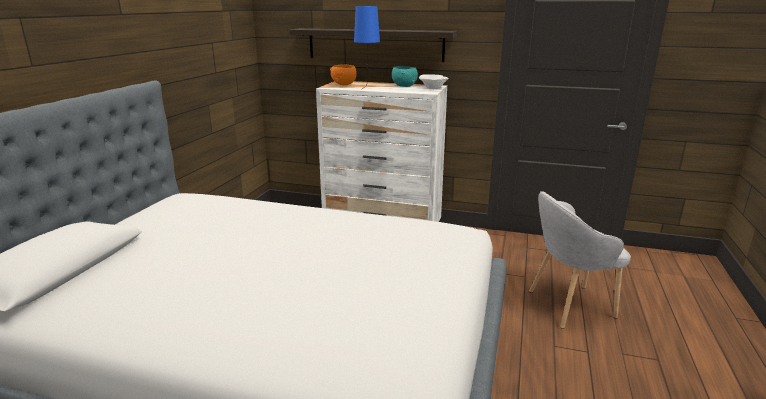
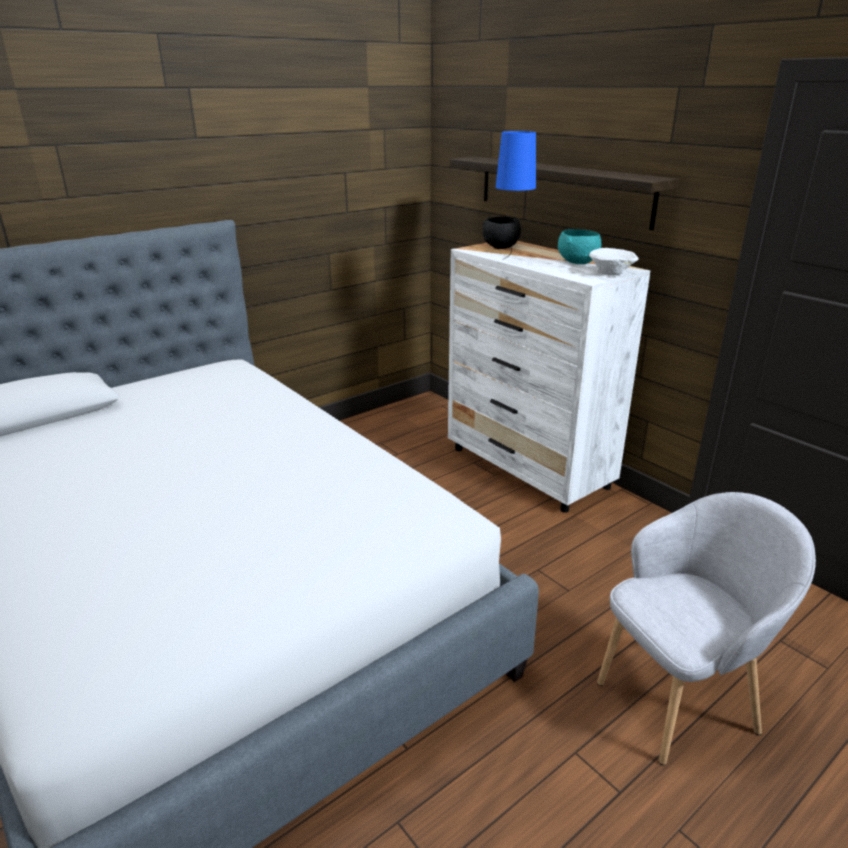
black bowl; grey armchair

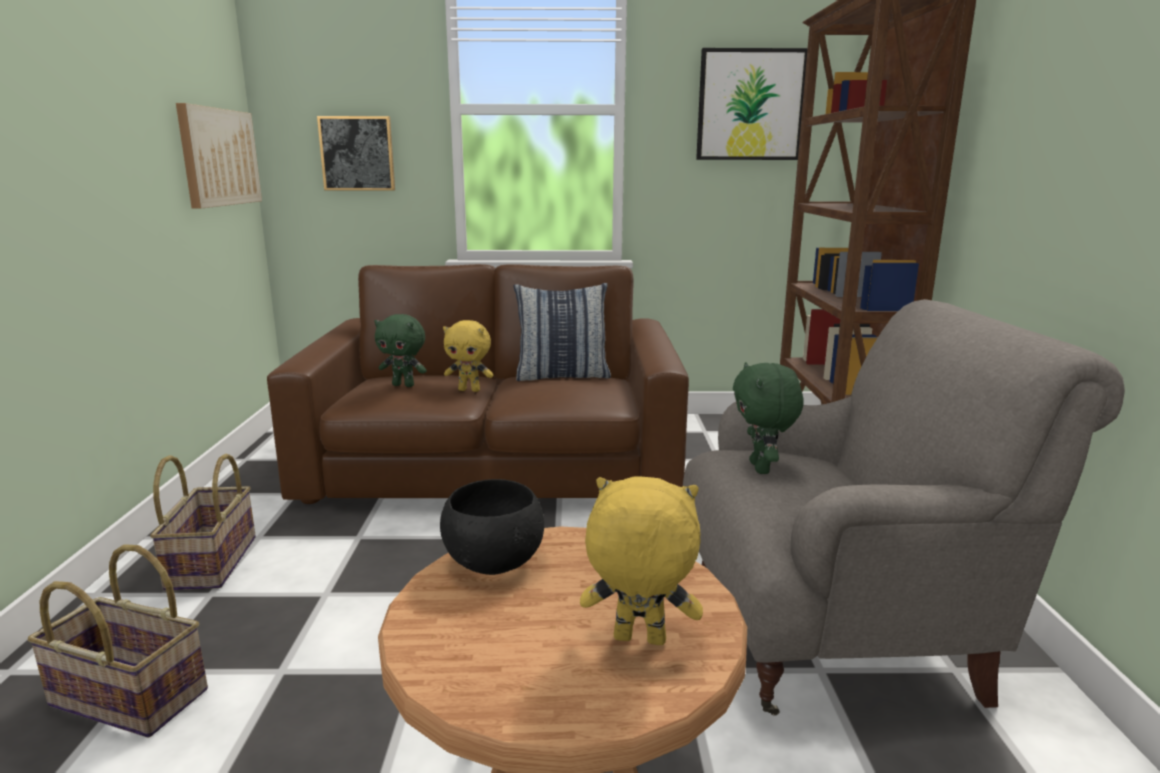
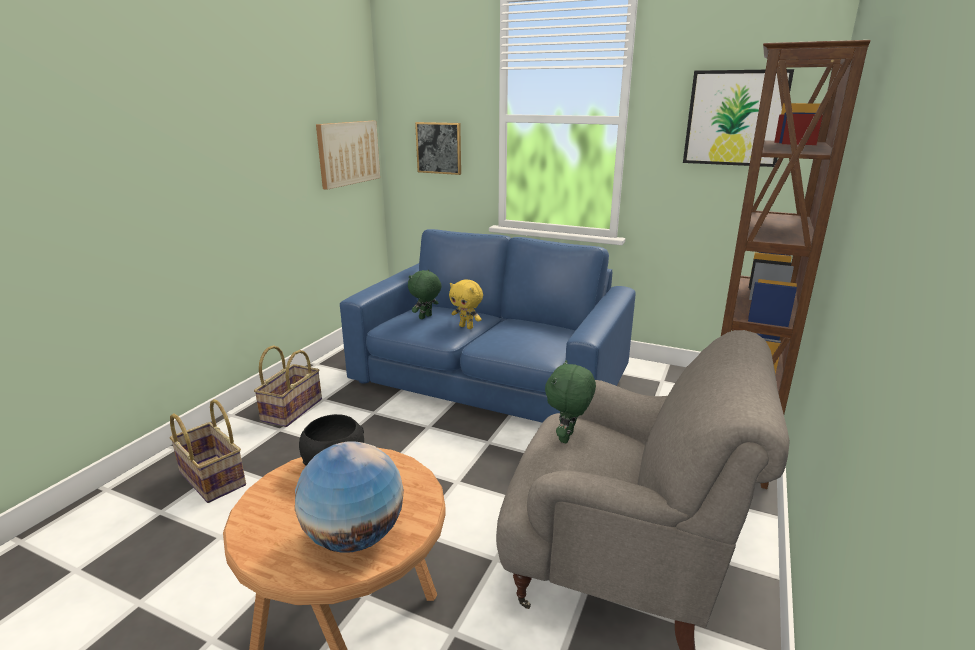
pillow; globe; blue sofa; green plush toy (1st from left)

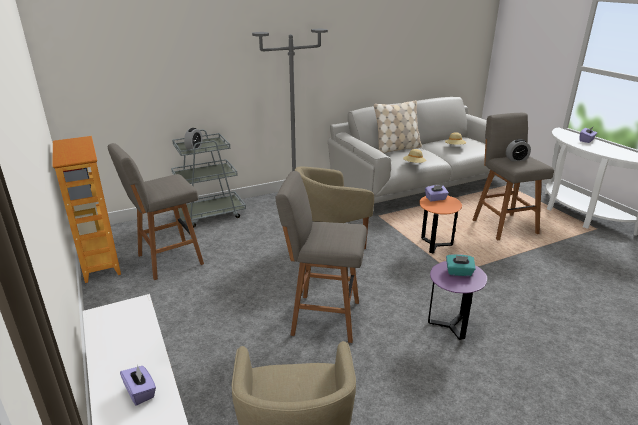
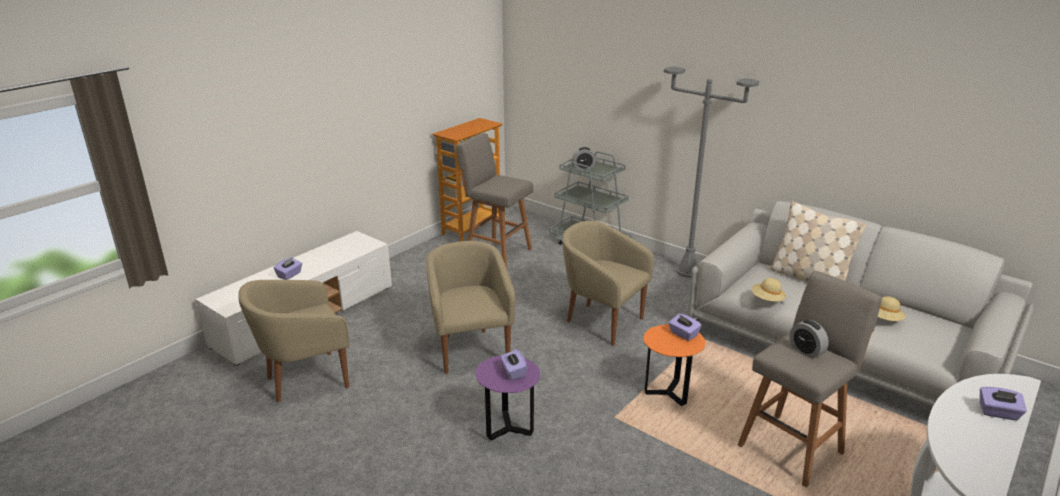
beige armchair (2nd from left); purple tissue box (2nd from left)

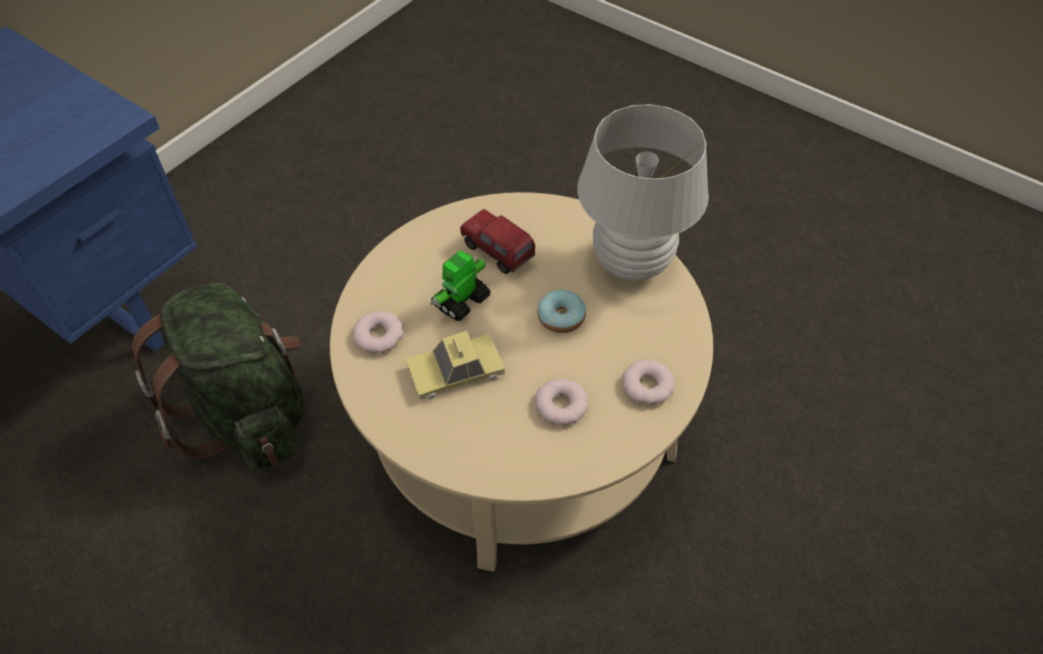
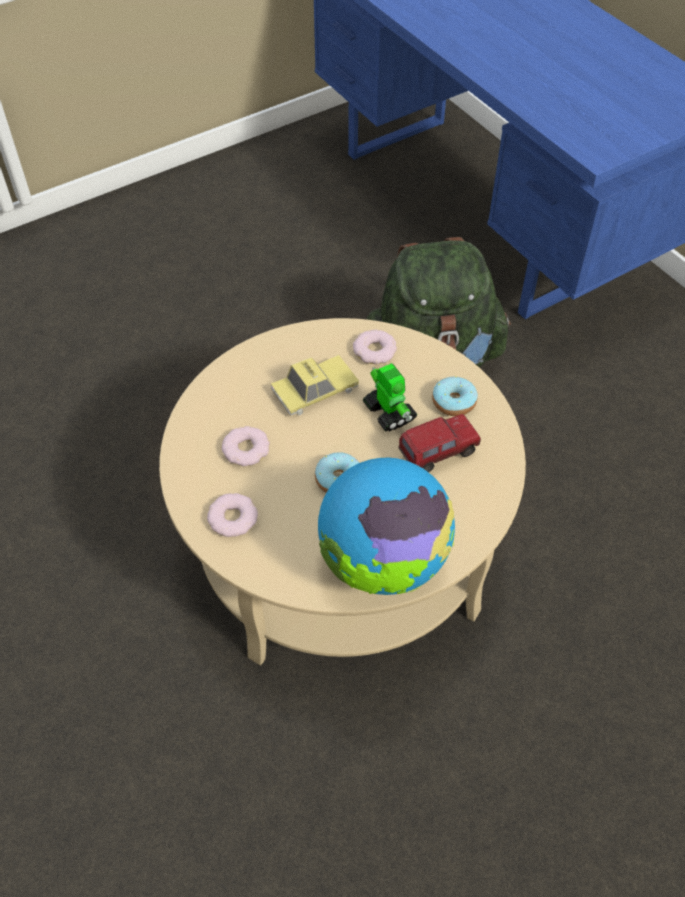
donut (5th from left); globe; toy car

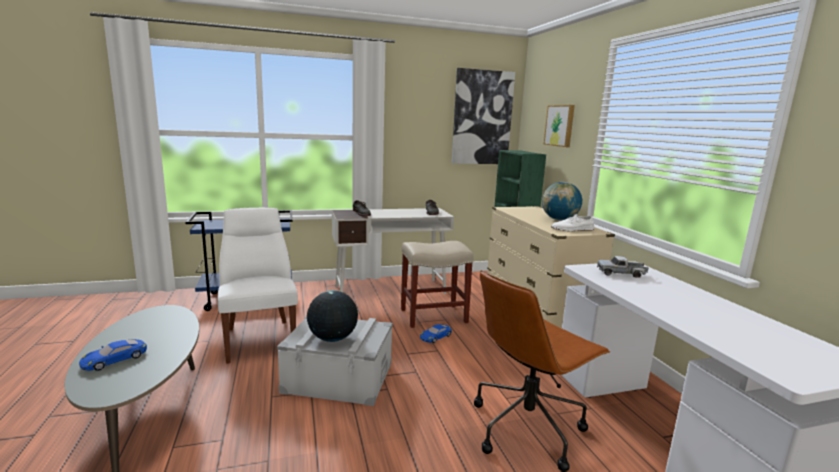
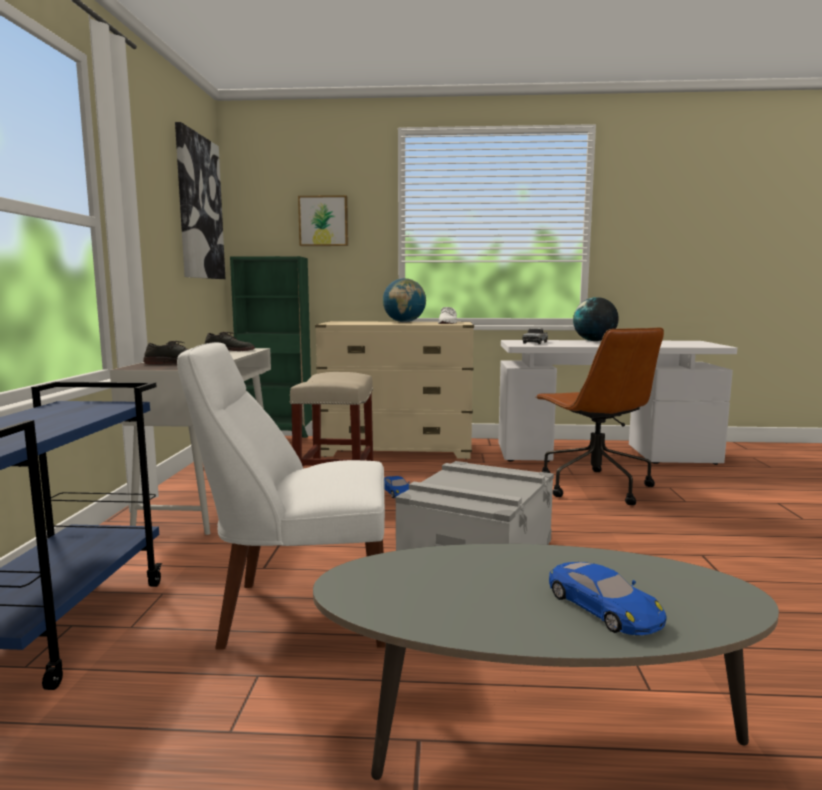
globe (2nd from left)

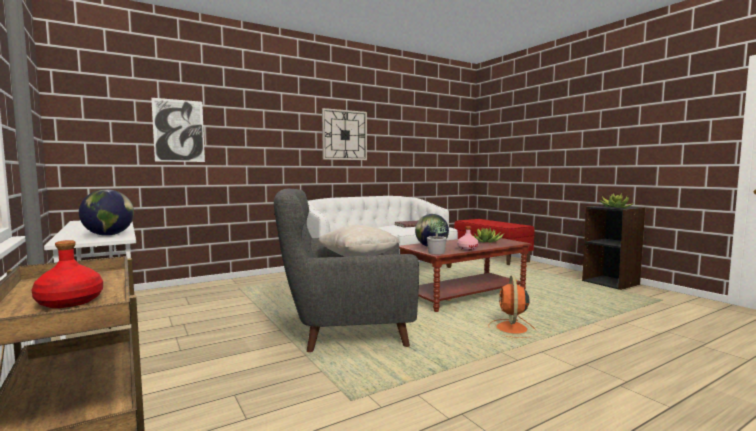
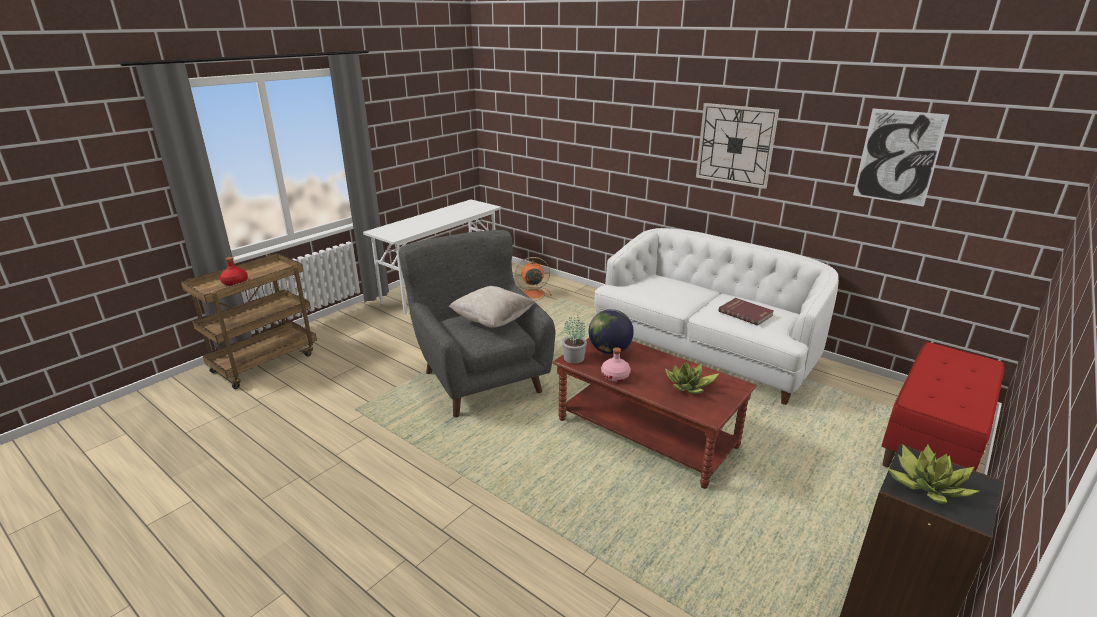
globe (1st from left in the first image); picture; orange fan

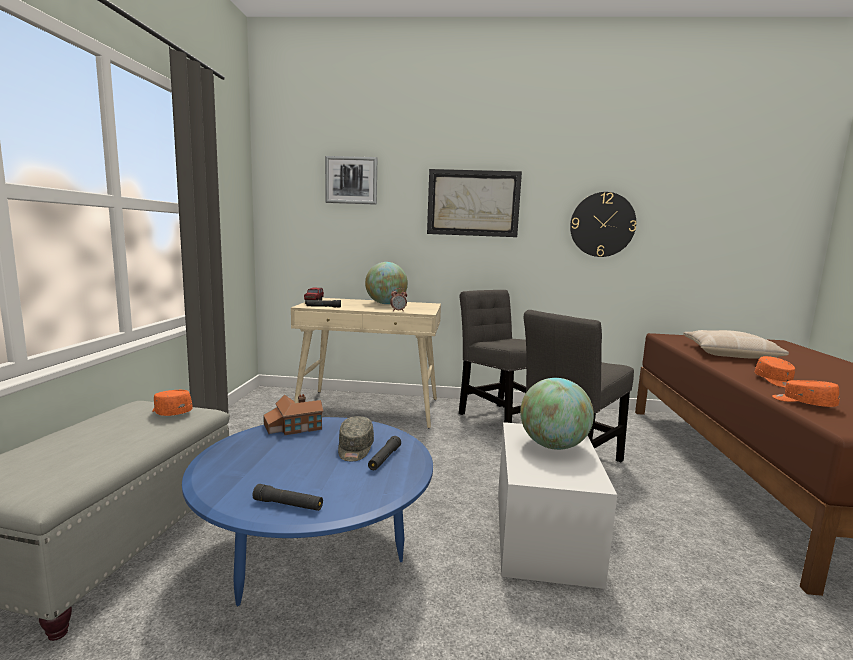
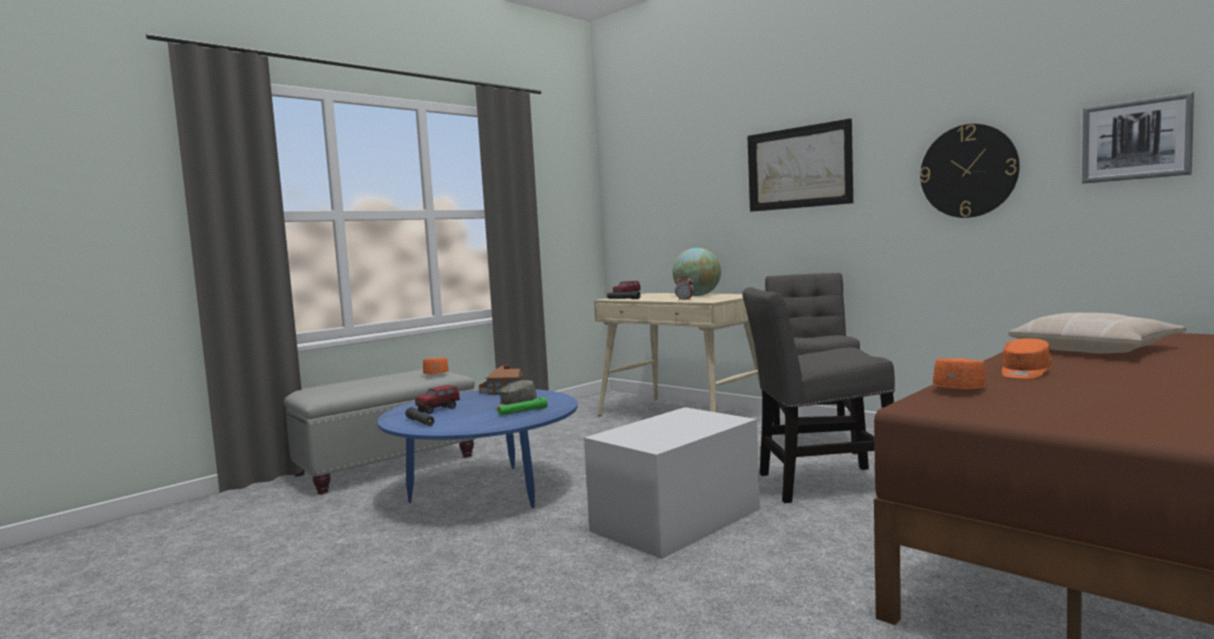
globe (2nd from left in the first image); toy truck (1st from left); picture (2nd from left); green flashlight; orange cap (2nd from left)

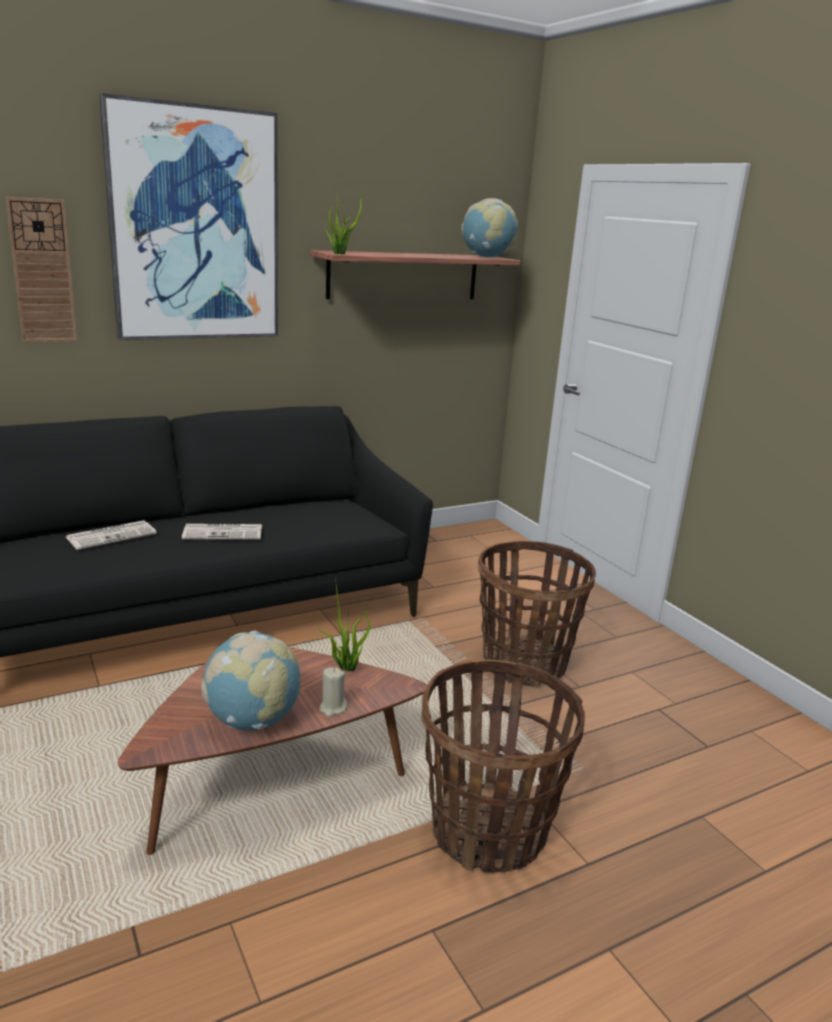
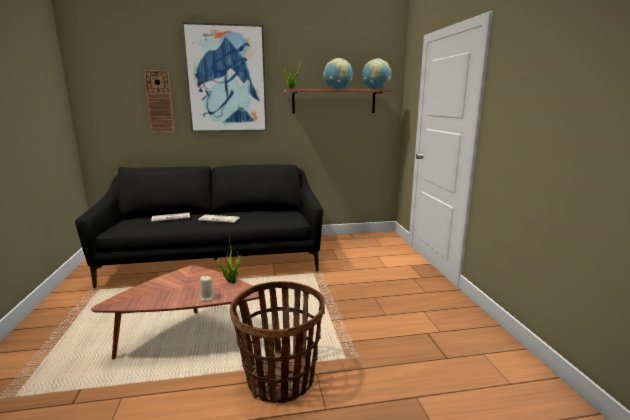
basket (2nd from left in the first image); globe (1st from left)

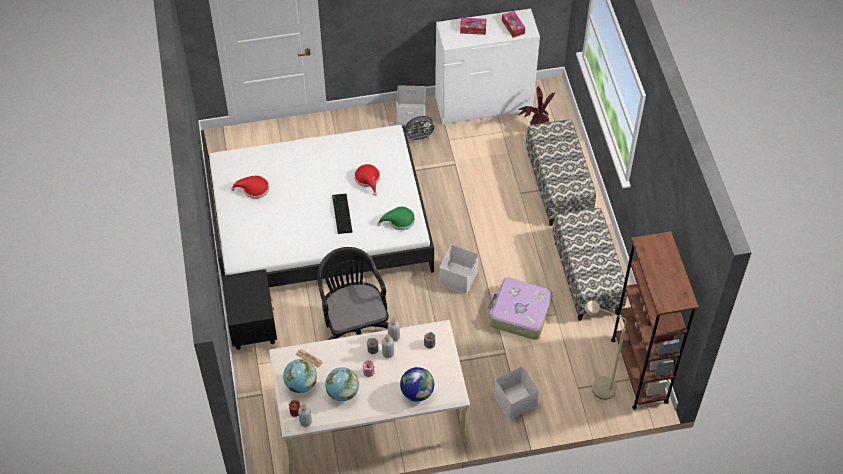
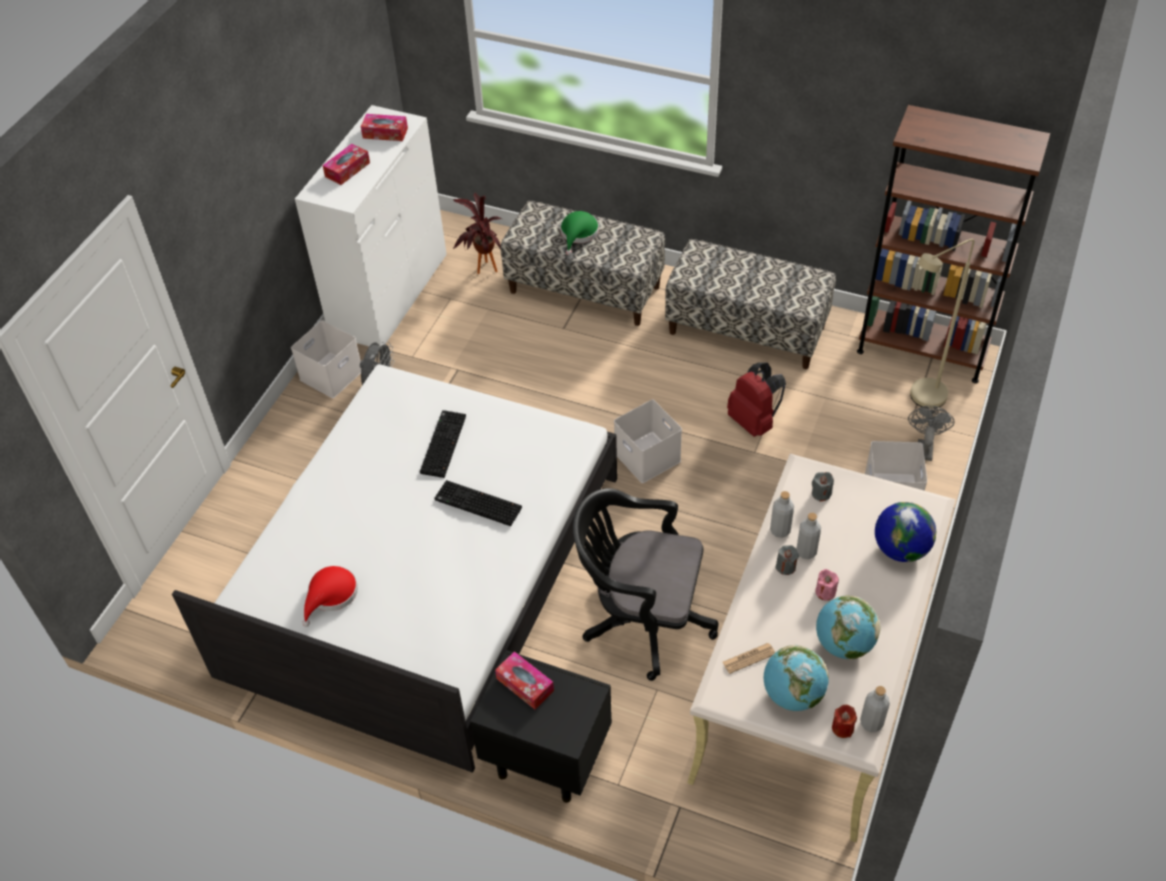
tissue box (3rd from left); grey fan (2nd from left); green hat; keyboard (1st from left); red backpack

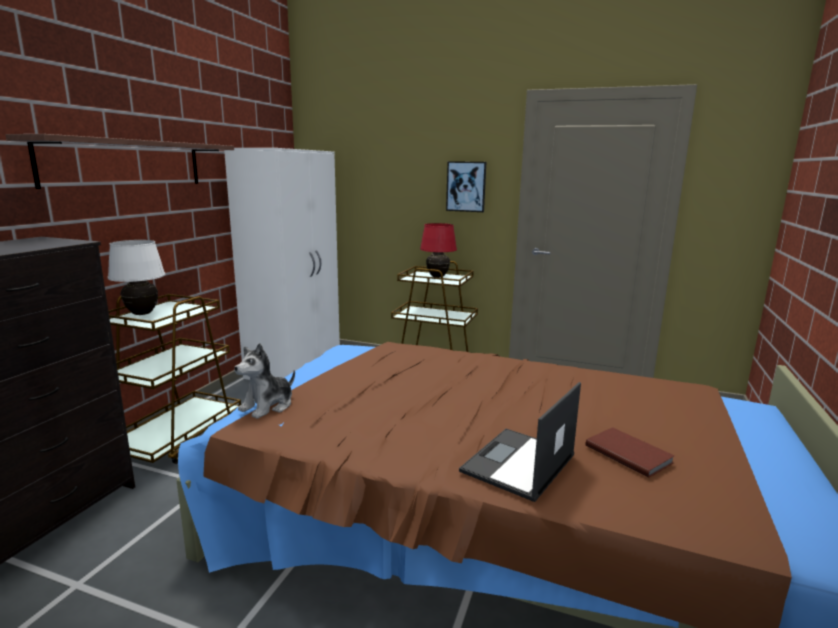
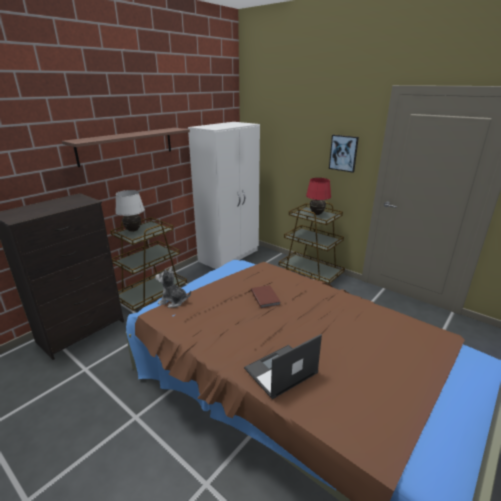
brown book; plush toy

